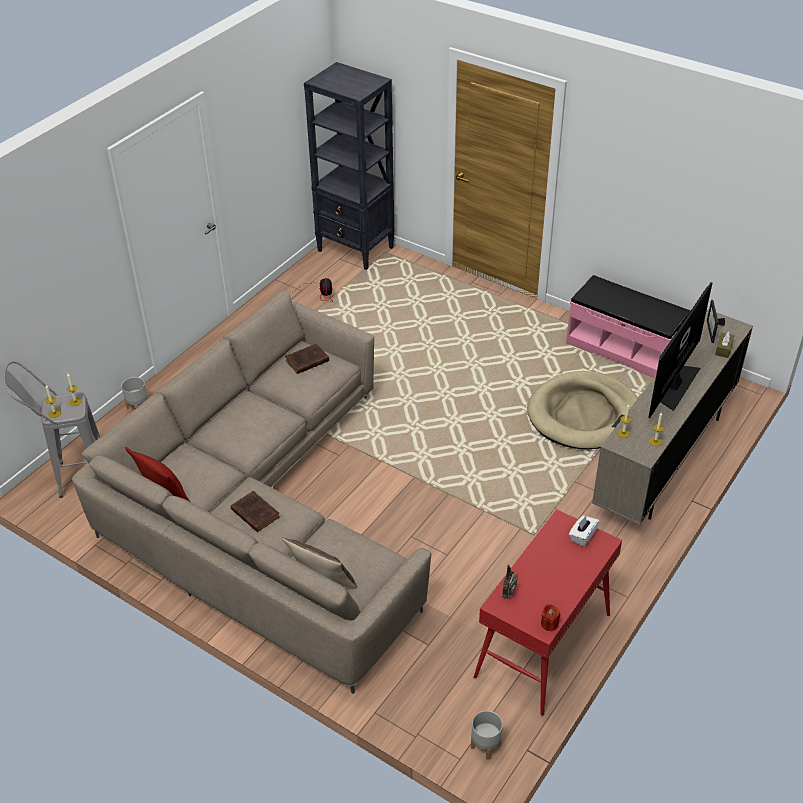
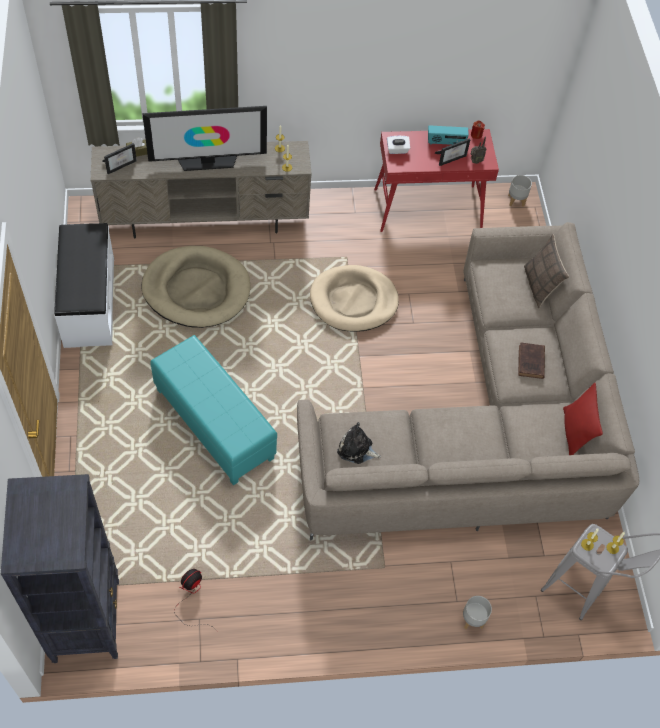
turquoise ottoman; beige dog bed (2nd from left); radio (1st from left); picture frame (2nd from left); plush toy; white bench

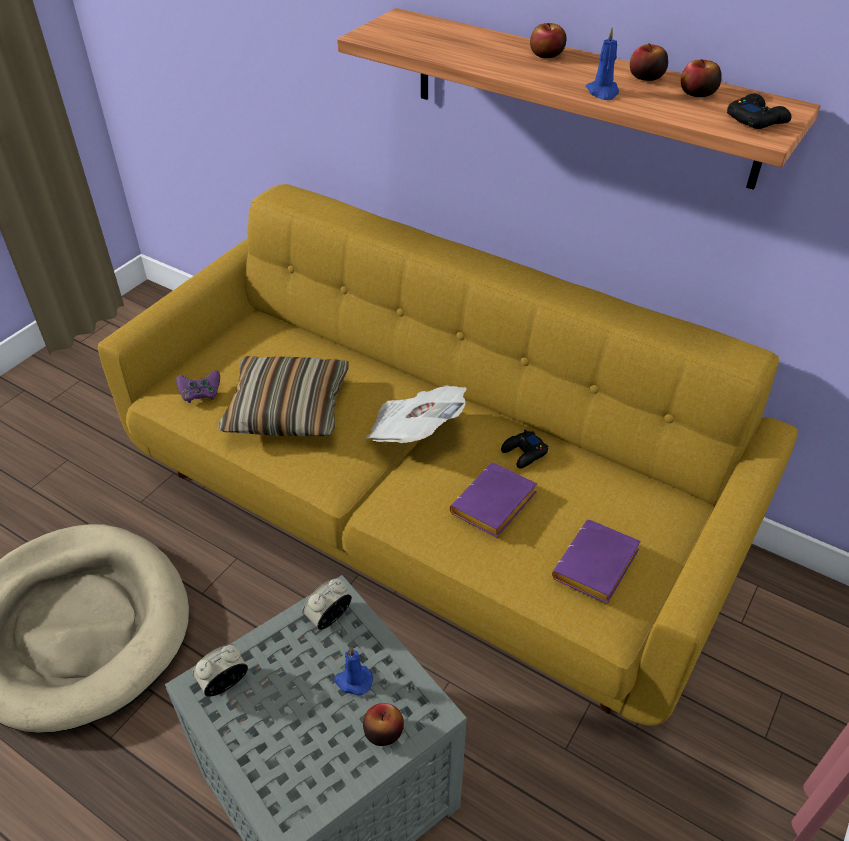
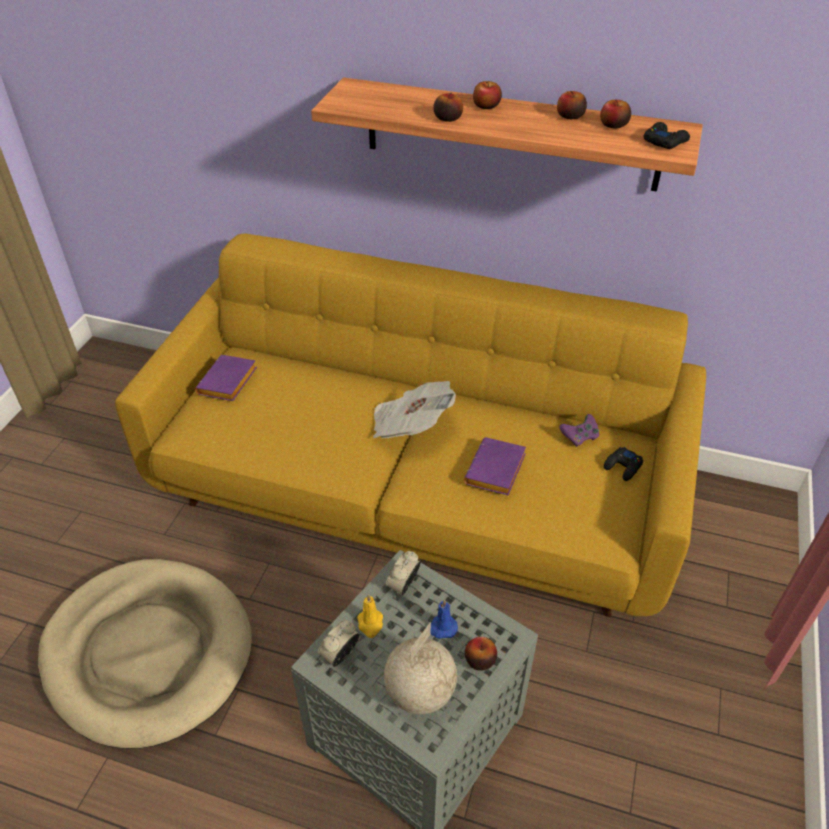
pillow; blue candle (2nd from left in the first image); yellow candle; globe; apple (1st from left); purple game controller; black game controller (1st from left); purple book (1st from left)

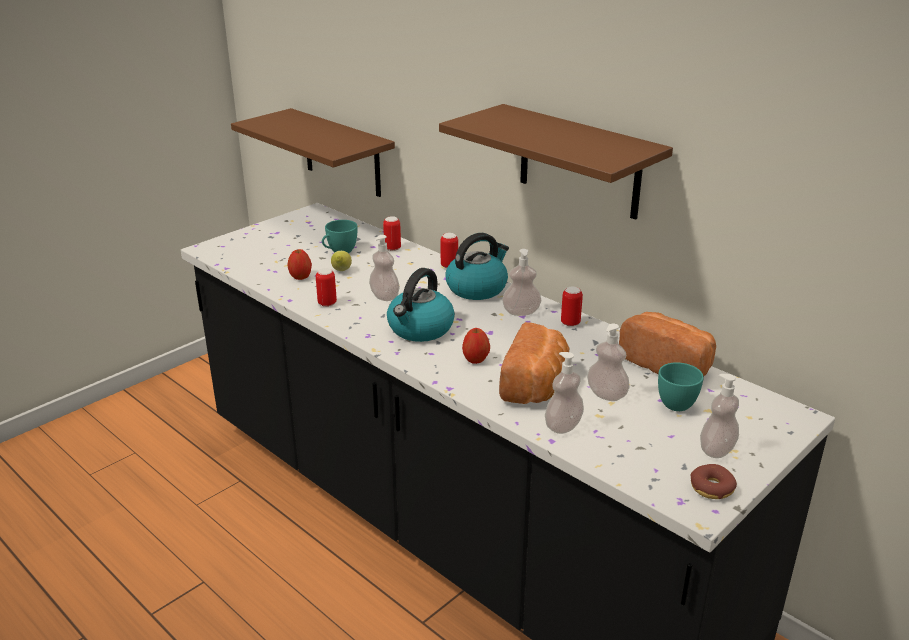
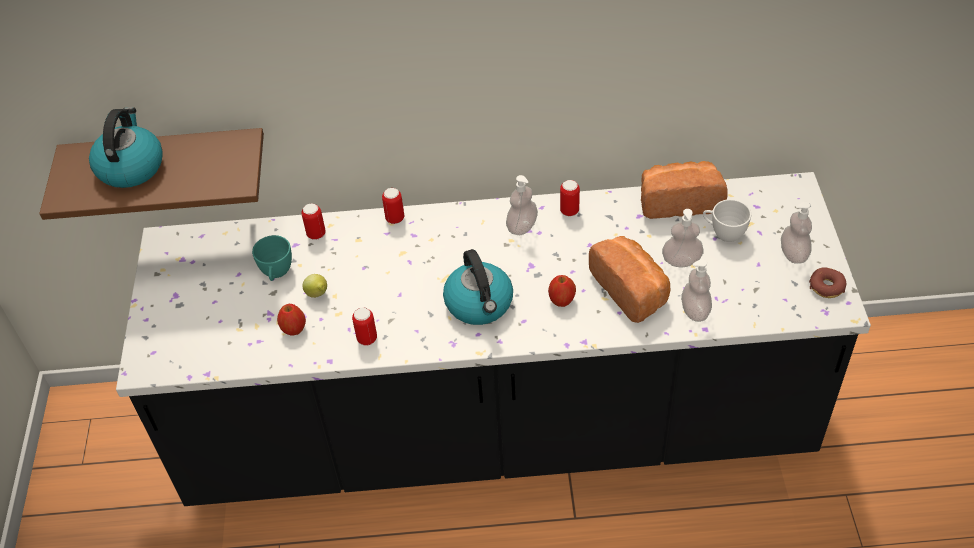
soap dispenser (1st from left in the first image); brown shelf (2nd from left in the first image); kettle (1st from left); white cup

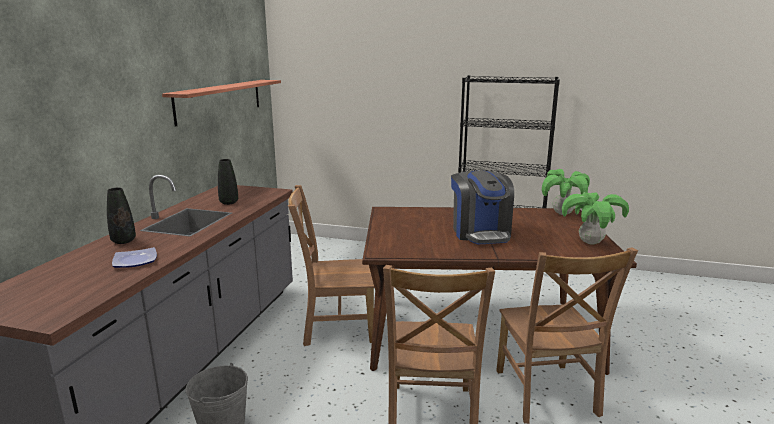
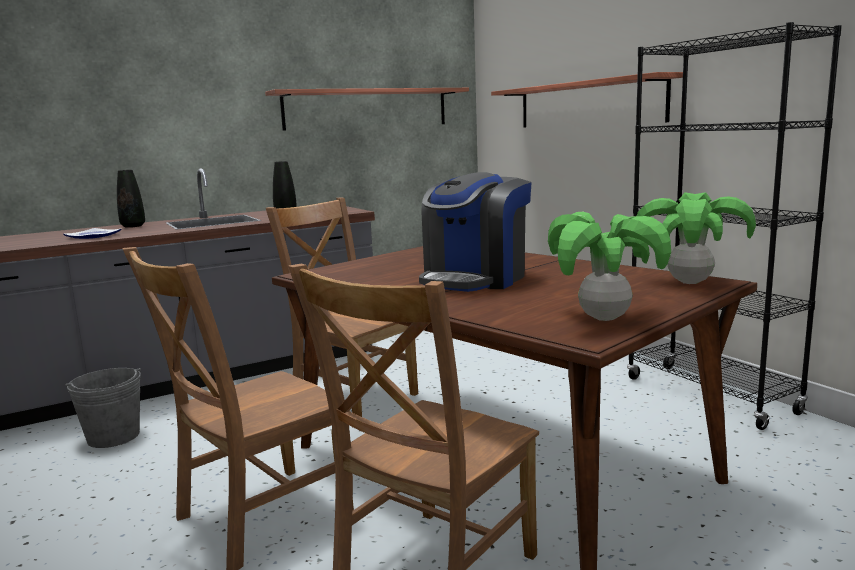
shelf (2nd from left)

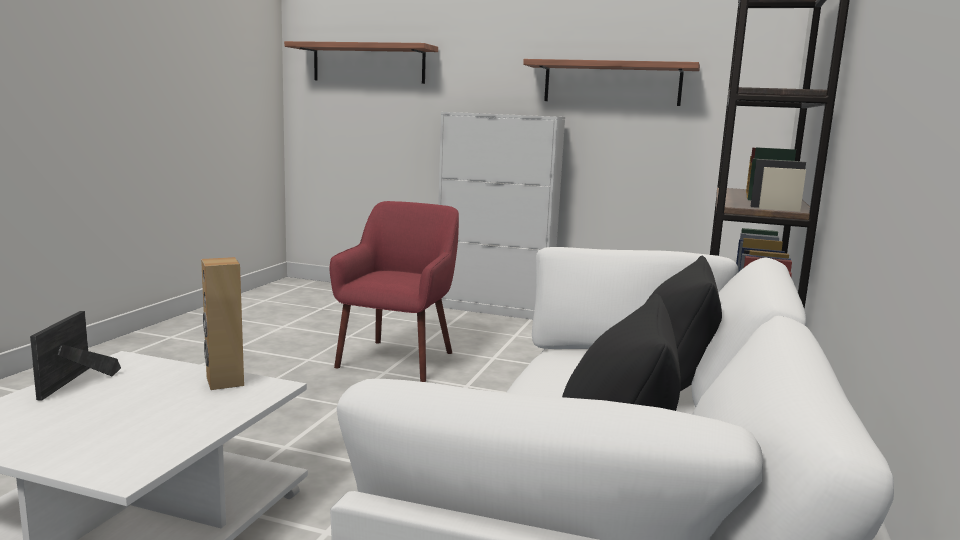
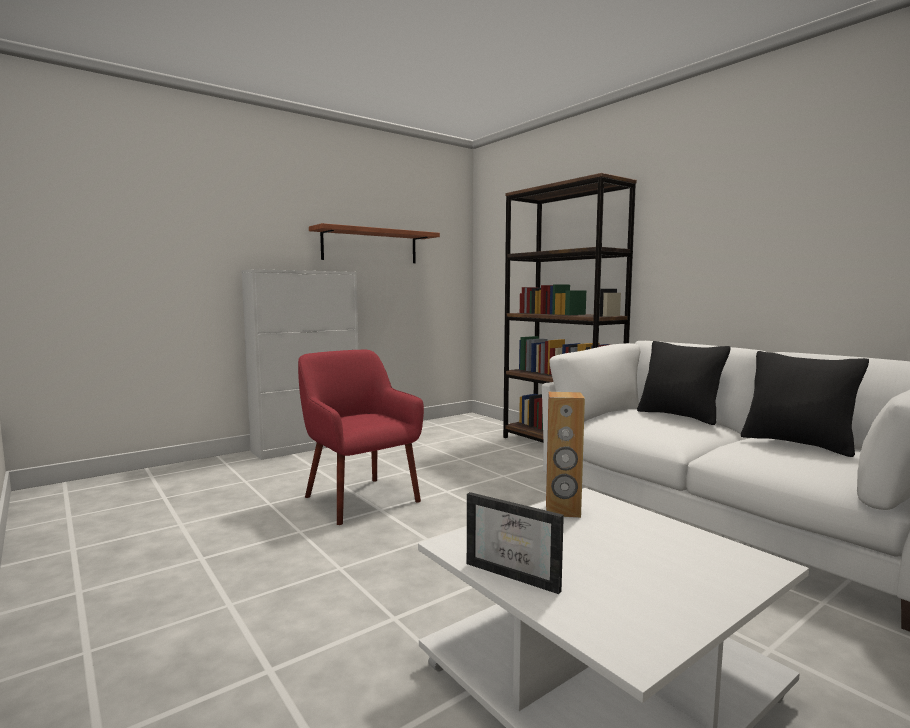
shelf (1st from left in the first image)

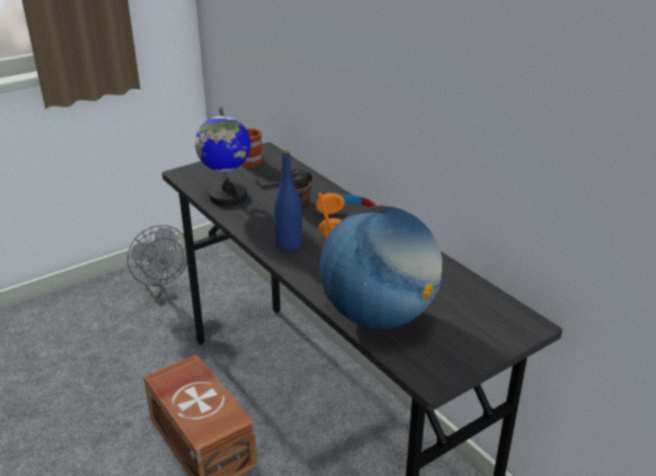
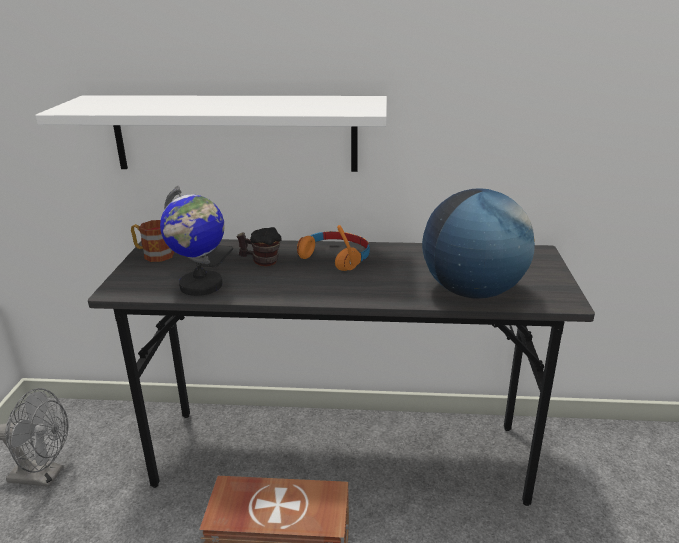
blue bottle; white shelf

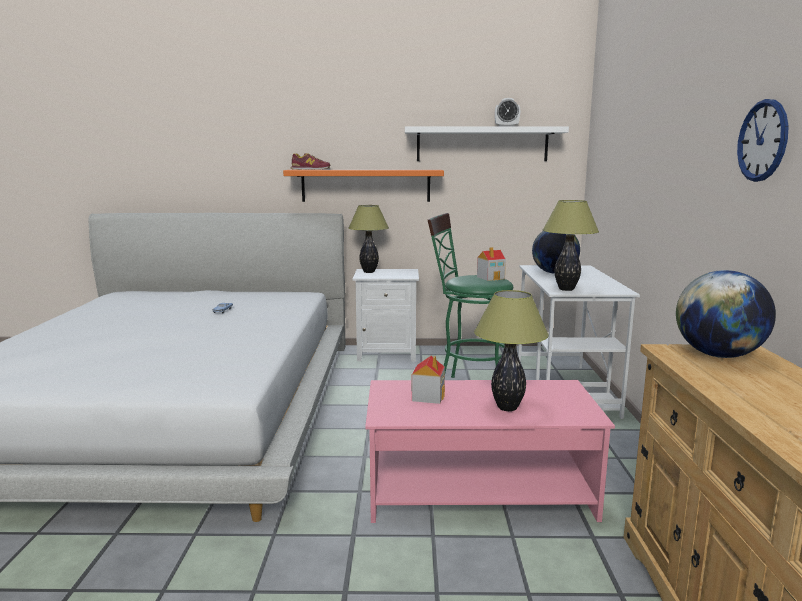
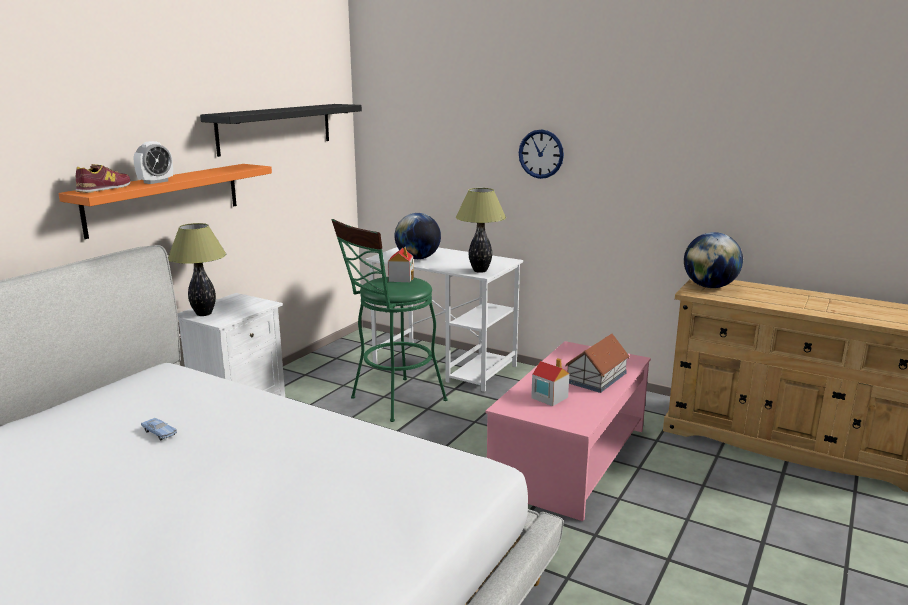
alarm clock; wall clock; toy house (3rd from left); black shelf

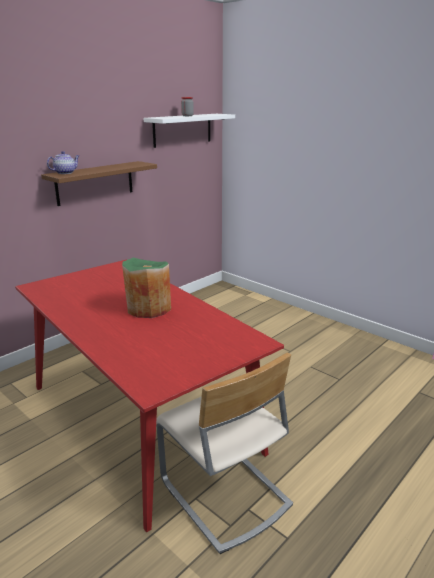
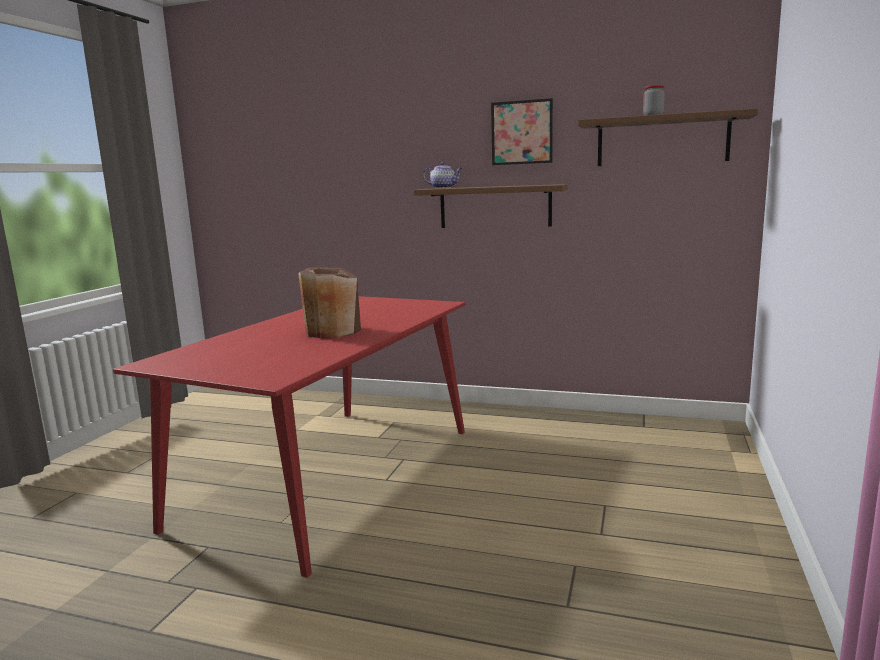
beige chair; picture; brown vase; brown shelf (2nd from left)

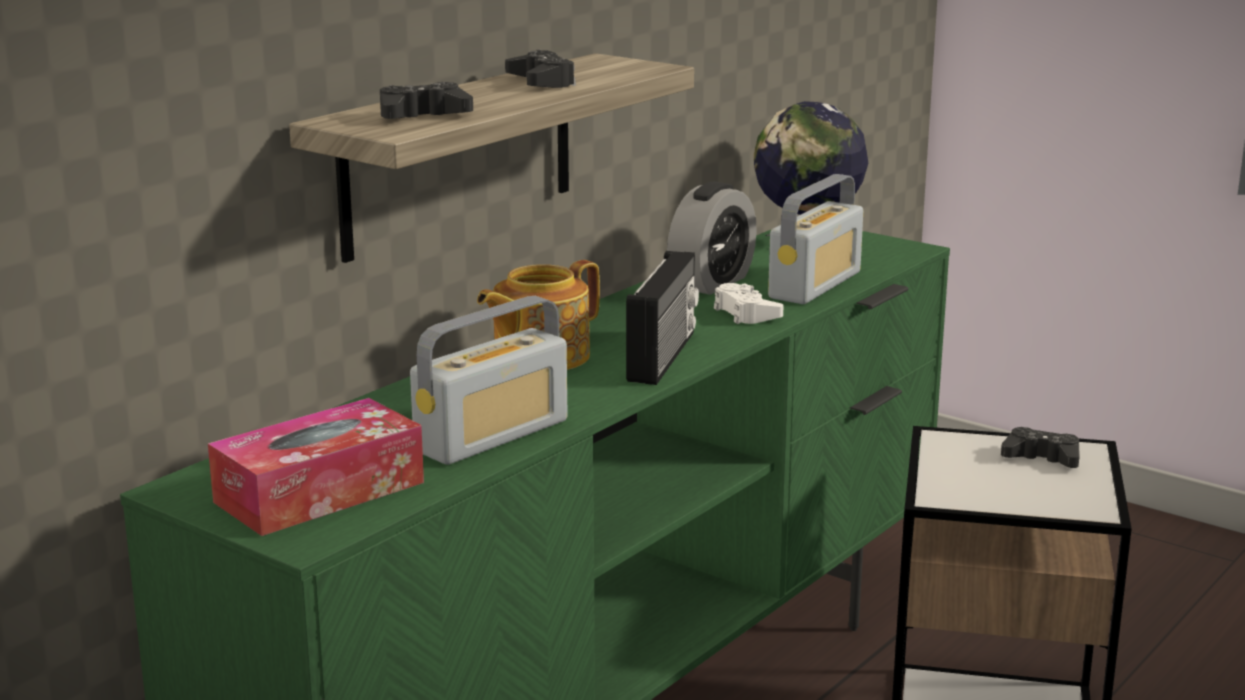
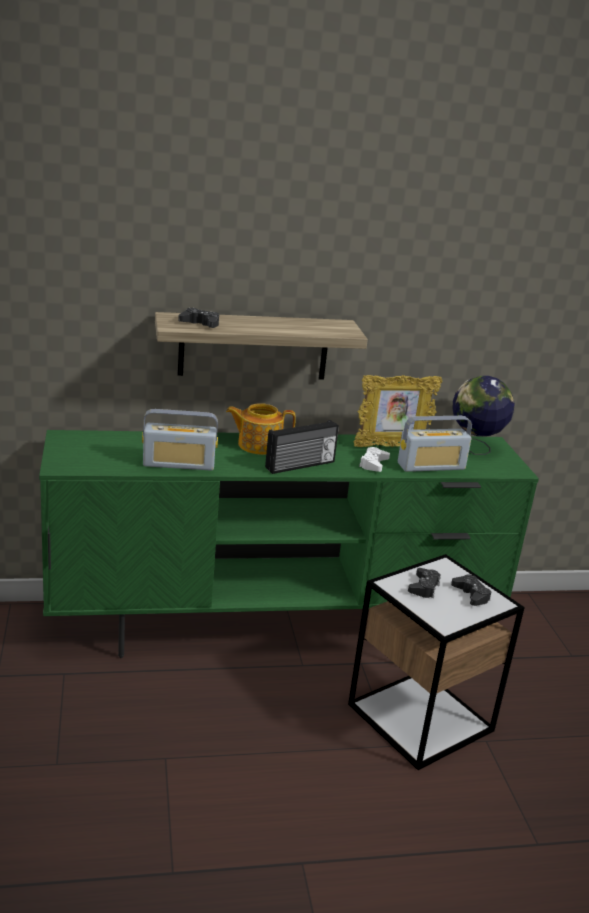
tissue box; black game controller (2nd from left); picture frame

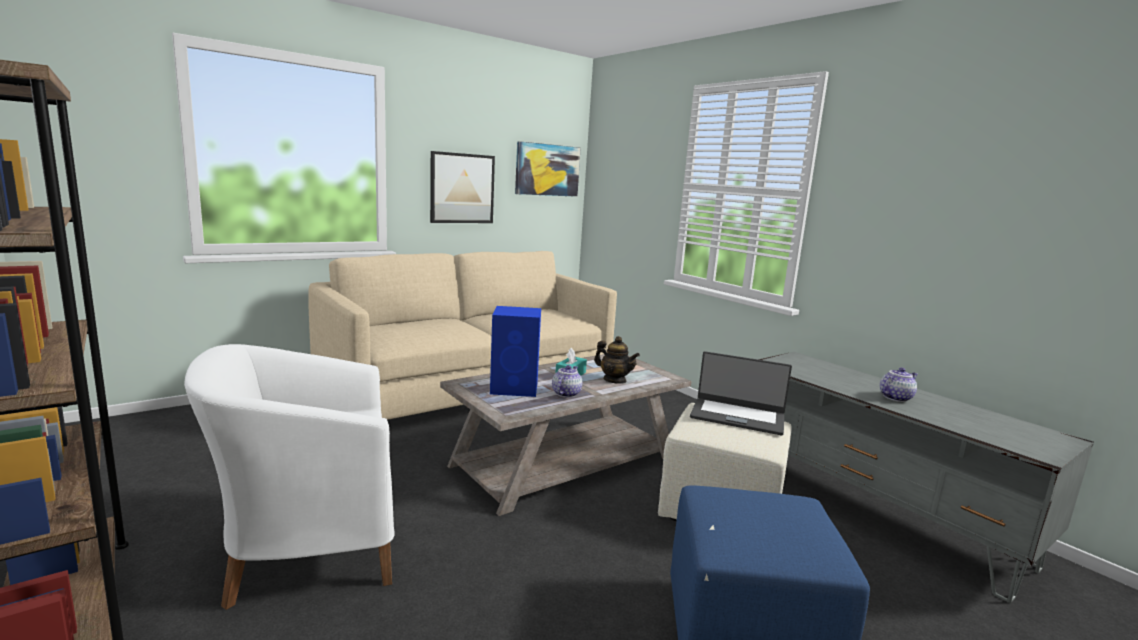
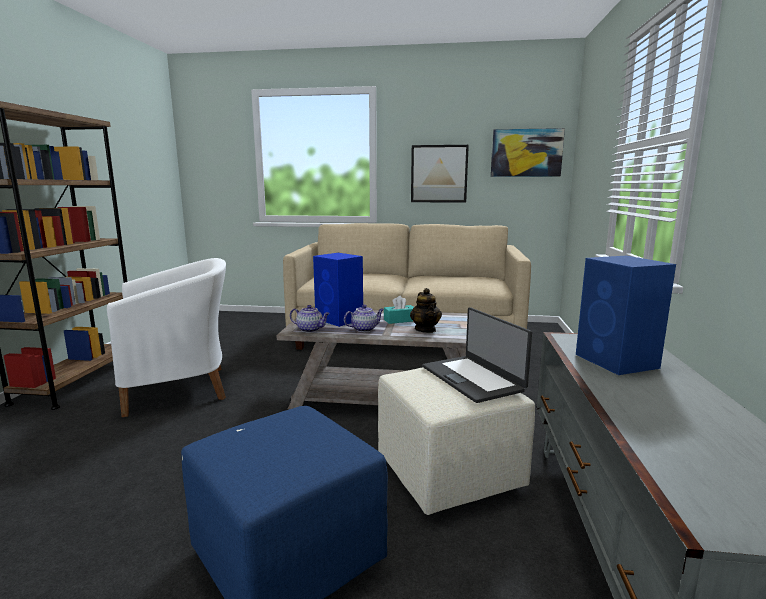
blue speaker (2nd from left); teapot (1st from left); white armchair

